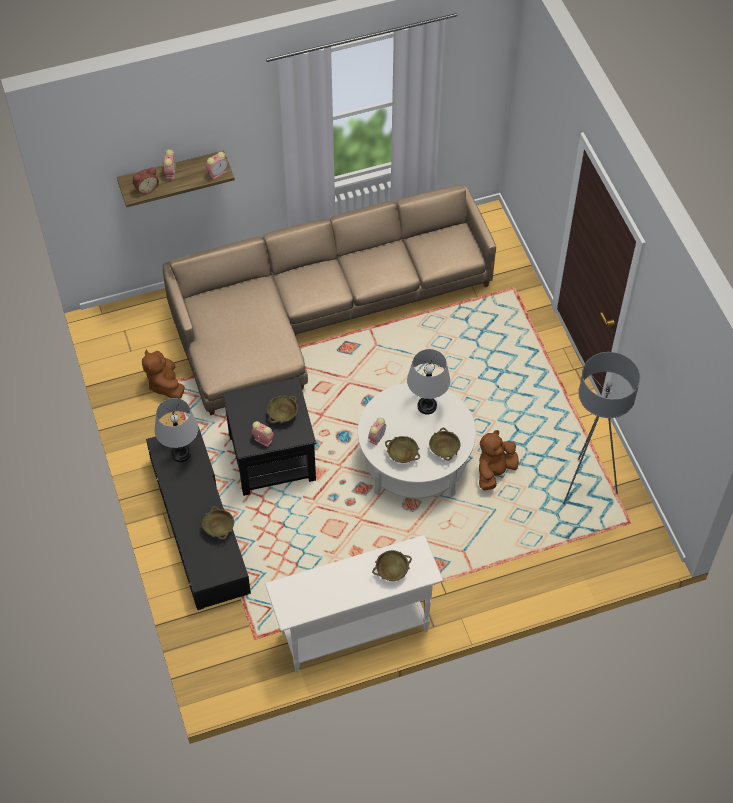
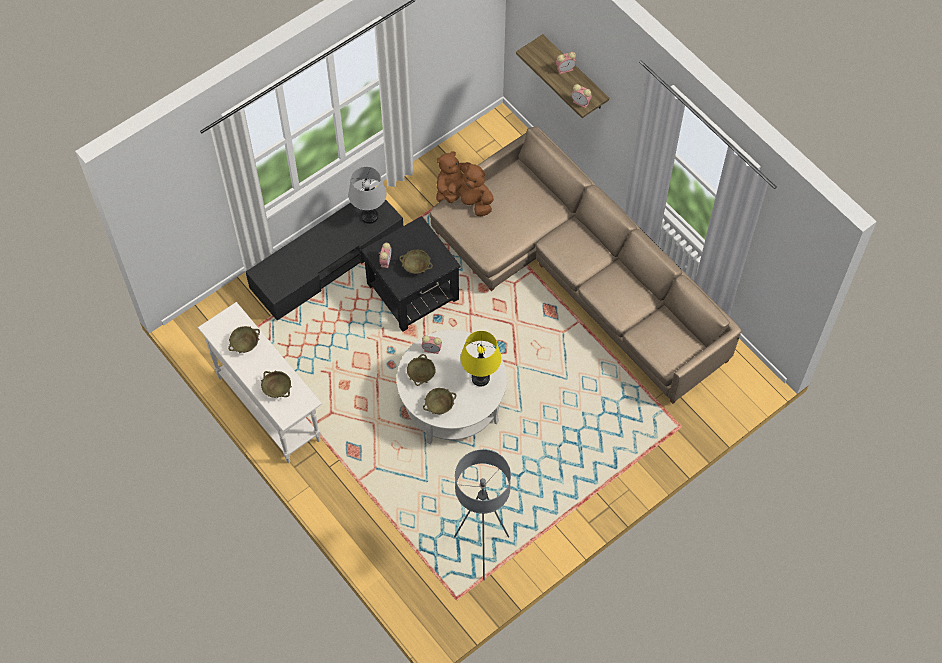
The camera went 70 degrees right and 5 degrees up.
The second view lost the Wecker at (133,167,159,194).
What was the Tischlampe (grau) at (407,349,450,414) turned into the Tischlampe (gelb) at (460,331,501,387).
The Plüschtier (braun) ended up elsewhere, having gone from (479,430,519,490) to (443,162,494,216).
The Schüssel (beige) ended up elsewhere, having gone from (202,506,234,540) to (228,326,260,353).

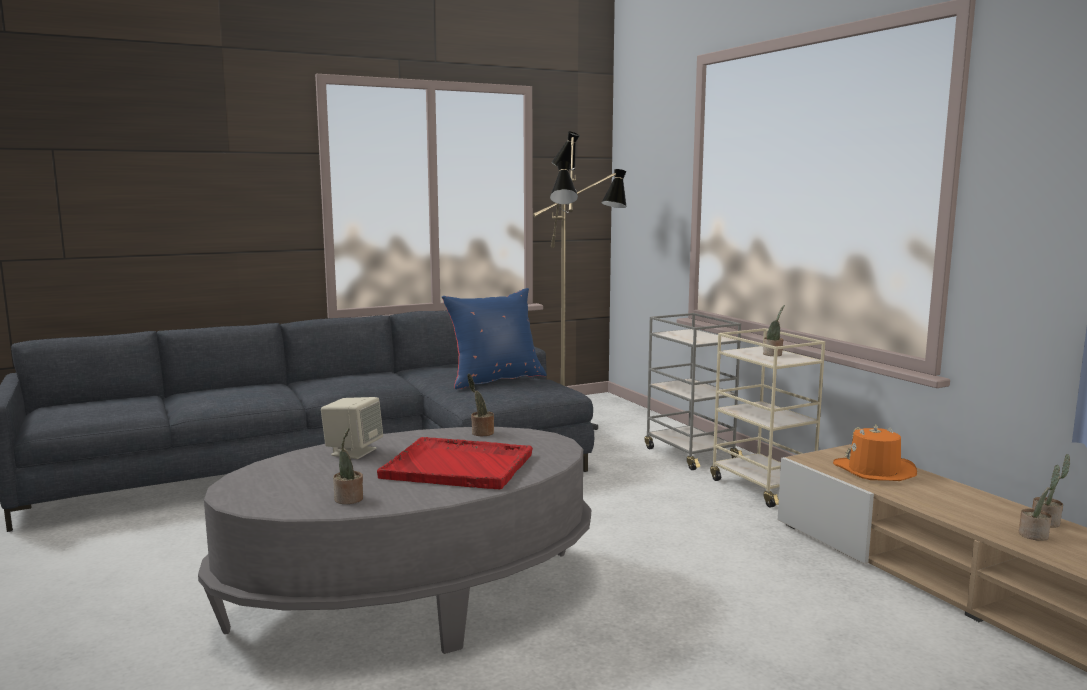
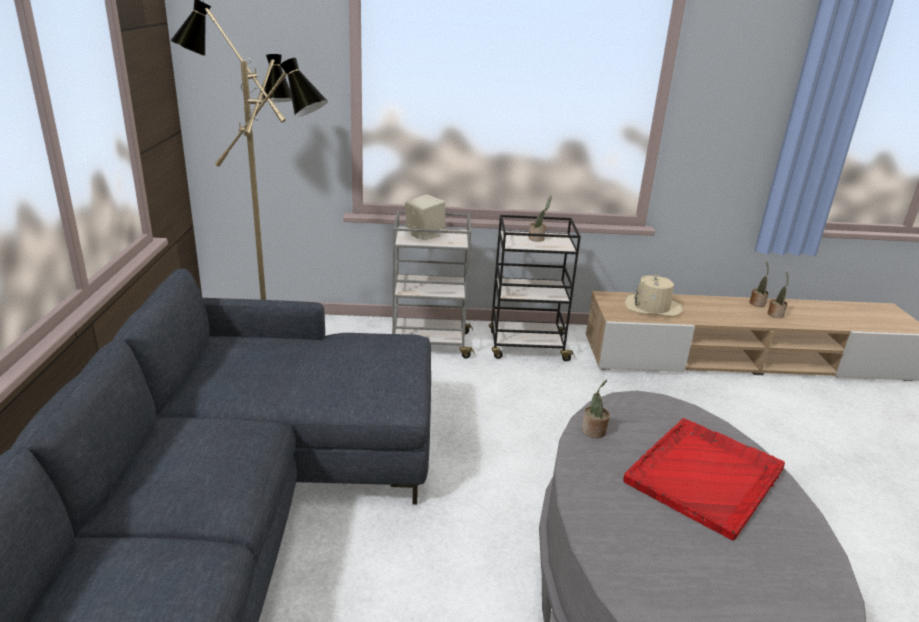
The camera went 65 degrees left and 15 degrees up.
The second view lost the Kissen (blau) at (442,288,547,389).
What was the Rollwagen (beige) at (710,328,825,508) turned into the Rollwagen (schwarz) at (489,215,581,361).
The Lautsprecher (beige) ended up elsewhere, having gone from (321,397,383,459) to (405,194,446,240).
What was the Hut (orange) at (833,425,917,481) turned into the Hut (beige) at (625,274,683,317).
The second view lost the Topfpflanze at (333,428,363,504).

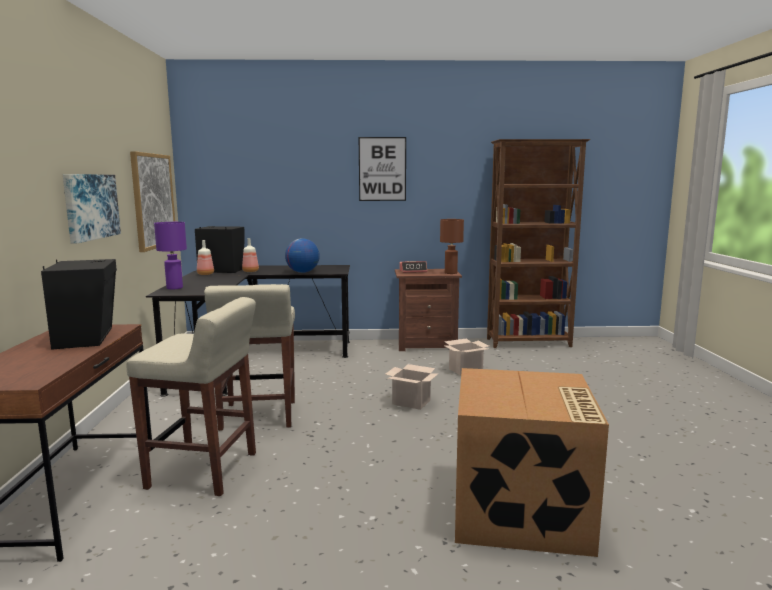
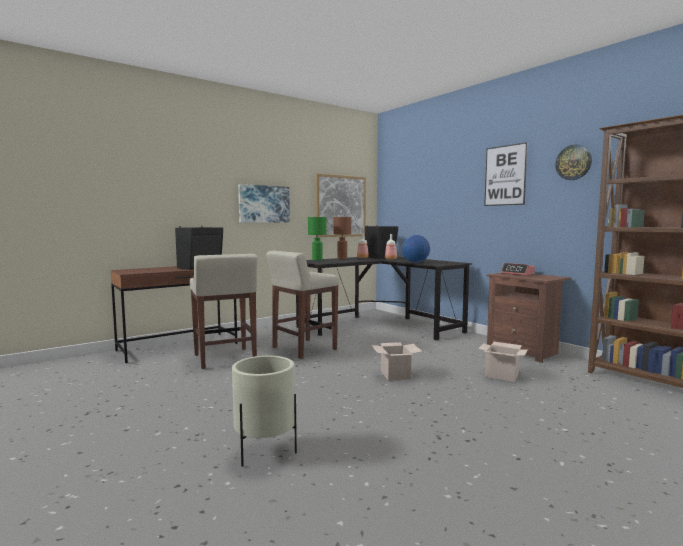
The camera went 55 degrees right and 5 degrees down.
The Tischlampe (braun) ended up elsewhere, having gone from (440,219,464,274) to (333,217,351,259).
What was the Tischlampe (lila) at (154,222,187,289) turned into the Tischlampe (grün) at (308,217,327,261).
Where the Karton stood at (455,368,609,557), the Pflanzkübel (beige) came to stand at (232,356,297,467).
The second view gained the Wanduhr at (555,144,592,180).

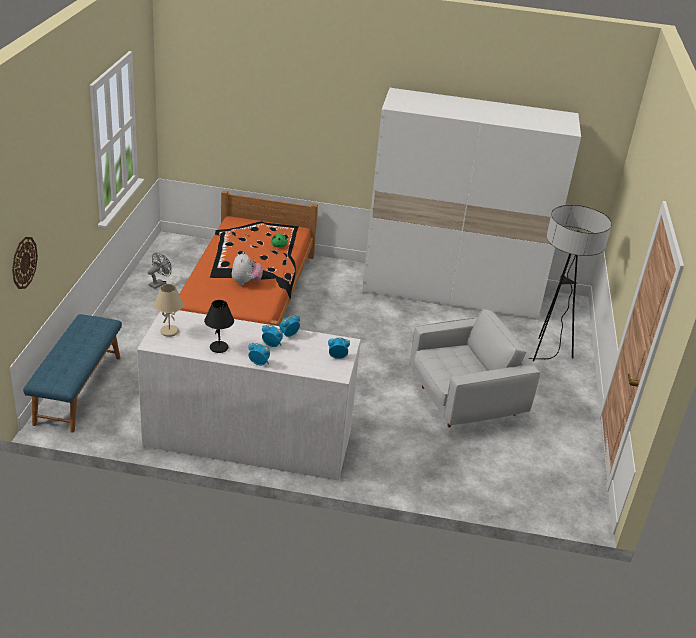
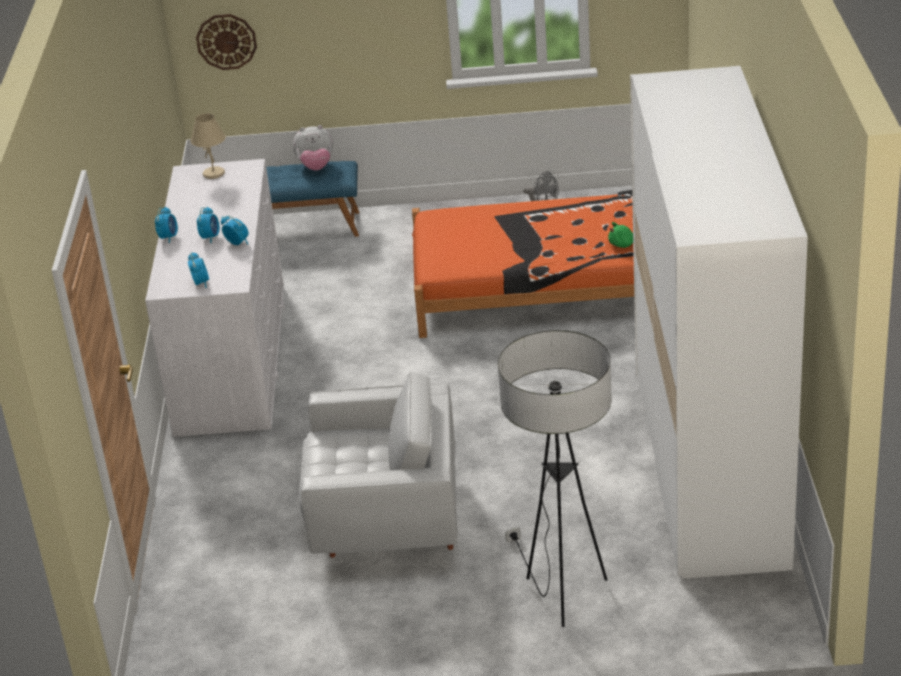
The camera went 85 degrees right and 0 degrees up.
The Plüschtier ended up elsewhere, having gone from (232,252,263,285) to (293,125,333,171).
The second view lost the Tischlampe (schwarz) at (204,300,234,353).
The Sessel (weiß) at (410,309,540,427) ended up facing another way, 60 degrees counterclockwise from before.

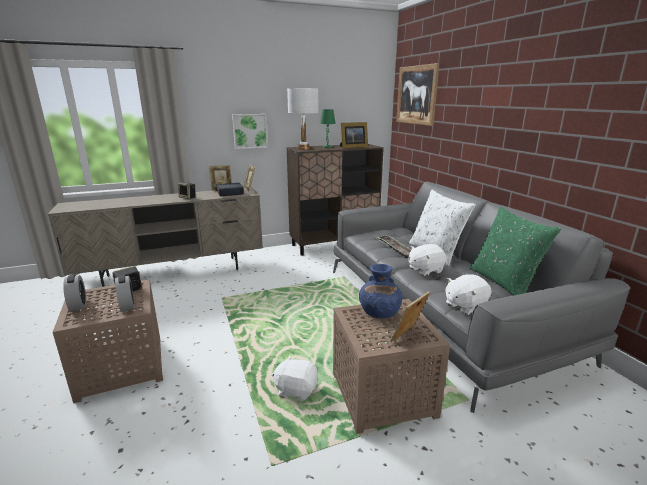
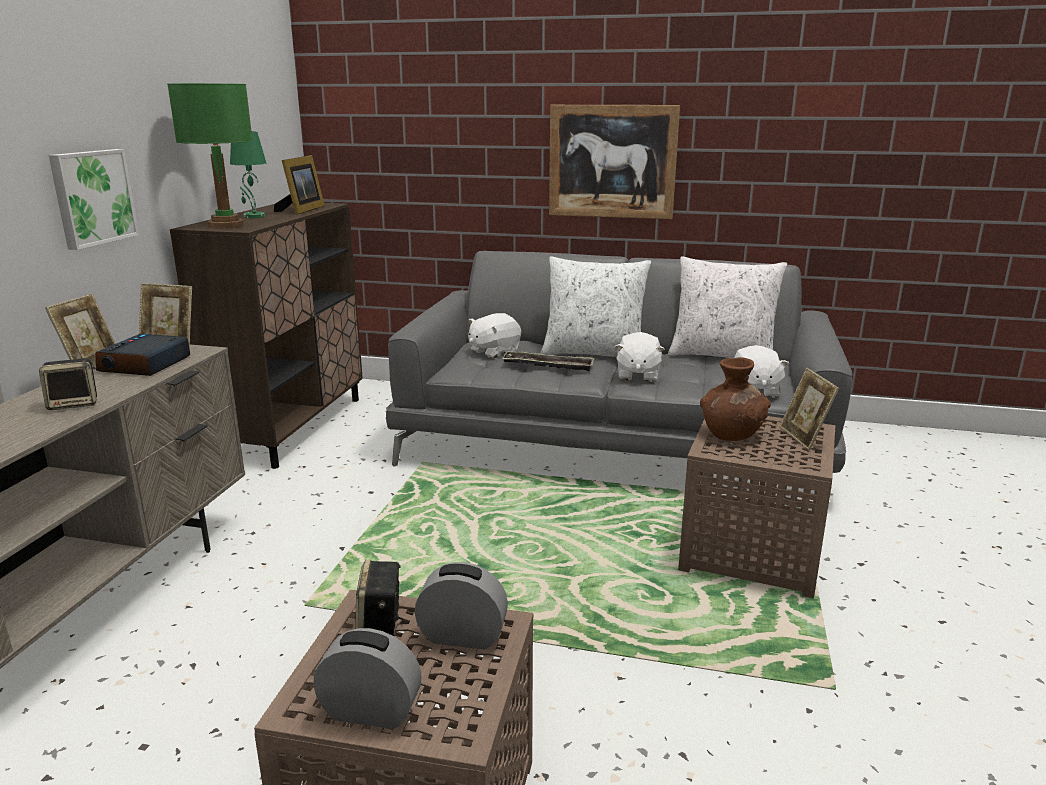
The camera went 55 degrees left and 0 degrees up.
The Bild ended up elsewhere, having gone from (396,63,440,126) to (549,105,680,219).
What was the Tischlampe (weiß) at (287,88,319,150) turned into the Tischlampe (grün) at (167,83,253,228).
What was the Kissen (grün) at (470,207,561,296) turned into the Kissen (weiß) at (668,256,787,358).
What was the Vase (blau) at (359,264,402,319) turned into the Vase (braun) at (700,357,771,441).
The Plüschtier (weiß) ended up elsewhere, having gone from (272,356,318,401) to (468,313,521,359).

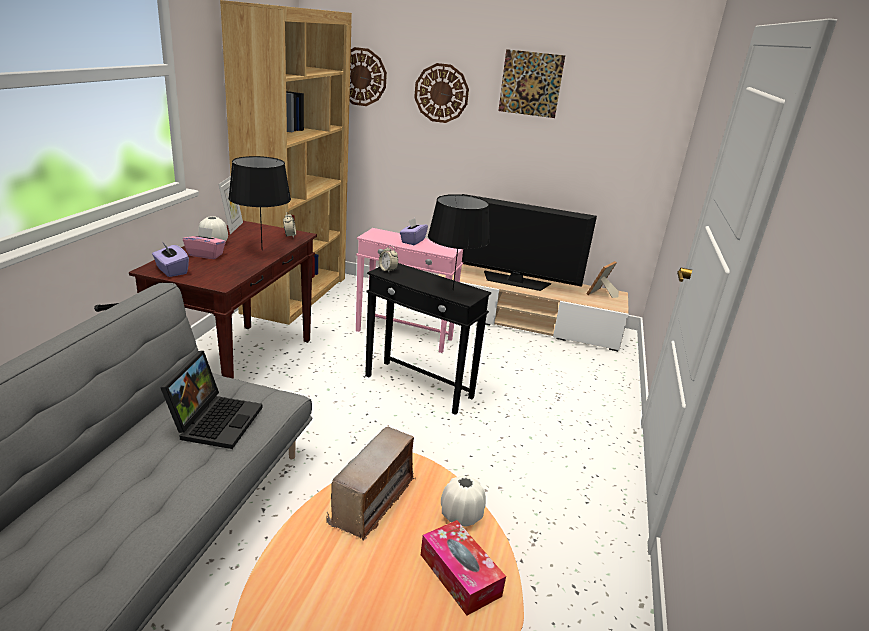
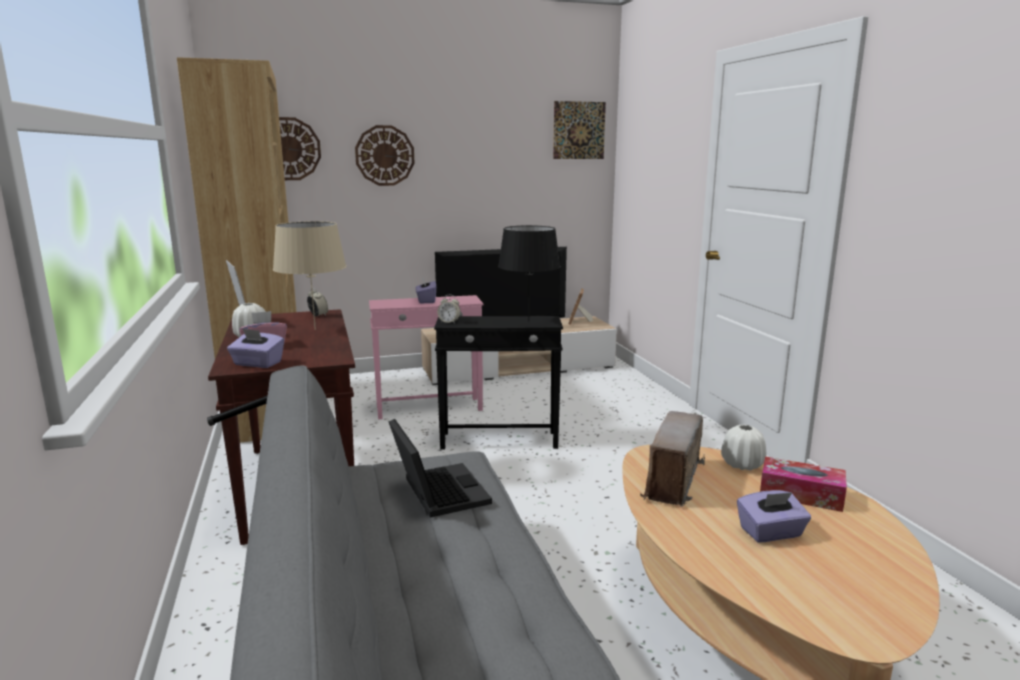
The camera went 30 degrees left and 10 degrees down.
The Bild ended up elsewhere, having gone from (498,49,565,118) to (553,101,606,159).
What was the Tischlampe (schwarz) at (228,156,291,246) turned into the Tischlampe (beige) at (273,221,346,330).
The Radio at (326,426,416,541) ended up facing another way, 150 degrees counterclockwise from before.
The second view gained the Taschentuchbox (lila) at (737,490,811,542).

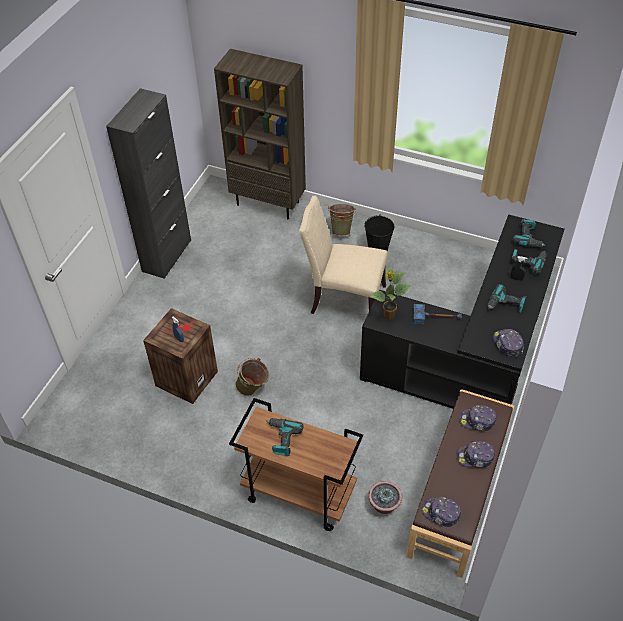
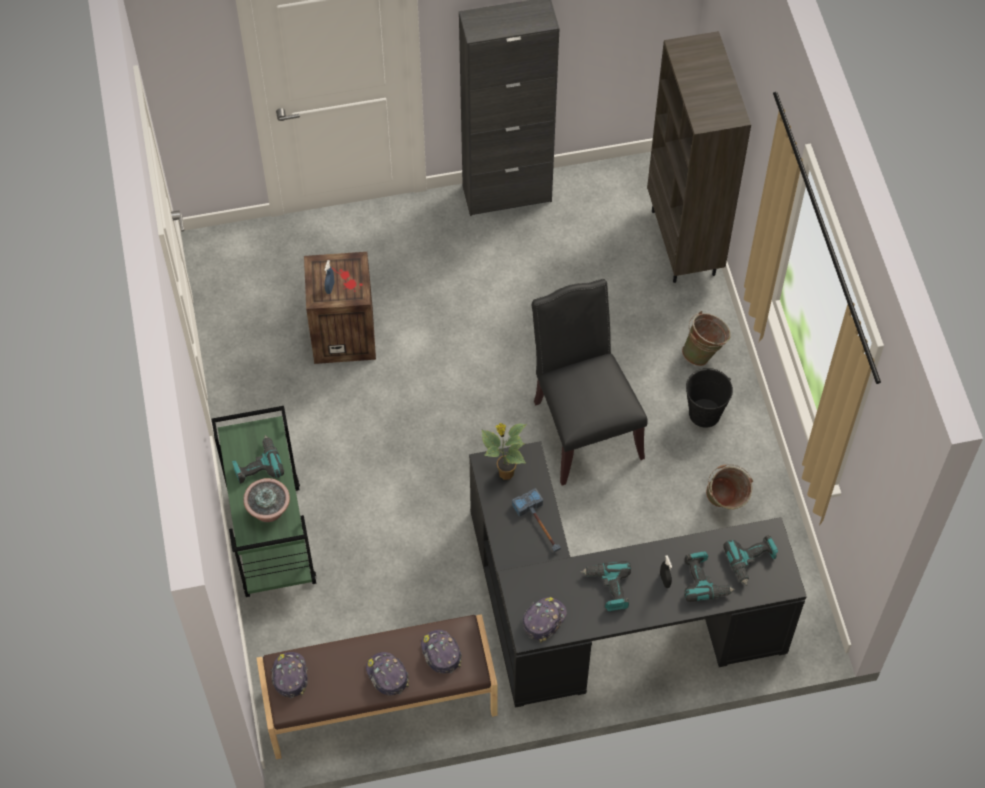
The camera went 55 degrees right and 10 degrees up.
What was the Stuhl (beige) at (299,195,387,314) turned into the Stuhl (schwarz) at (531,279,647,486).
The Eimer (grün) ended up elsewhere, having gone from (235,358,270,396) to (706,464,753,509).
What was the Rollwagen (braun) at (229,398,363,531) turned into the Rollwagen (grün) at (212,406,316,597).
The Topfpflanze ended up elsewhere, having gone from (368,481,402,514) to (243,478,290,522).

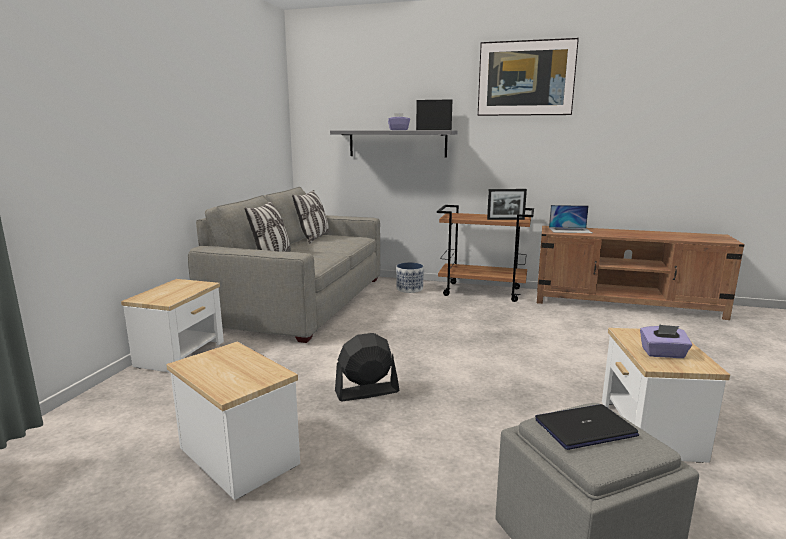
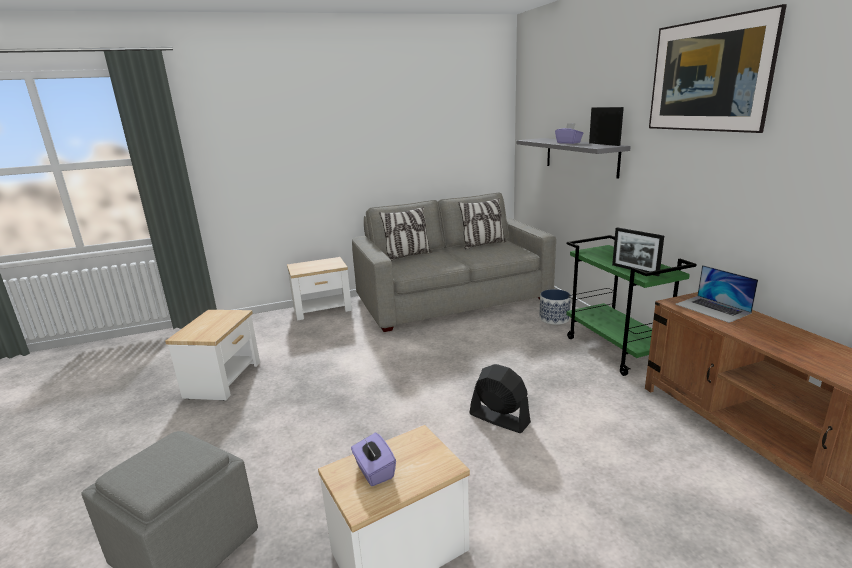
The camera went 55 degrees right and 5 degrees up.
What was the Rollwagen (braun) at (437,205,534,302) turned into the Rollwagen (grün) at (566,235,697,376).
The Ventilator (schwarz) ended up elsewhere, having gone from (335,333,399,401) to (469,364,531,433).
The second view lost the Laptop at (535,404,639,450).

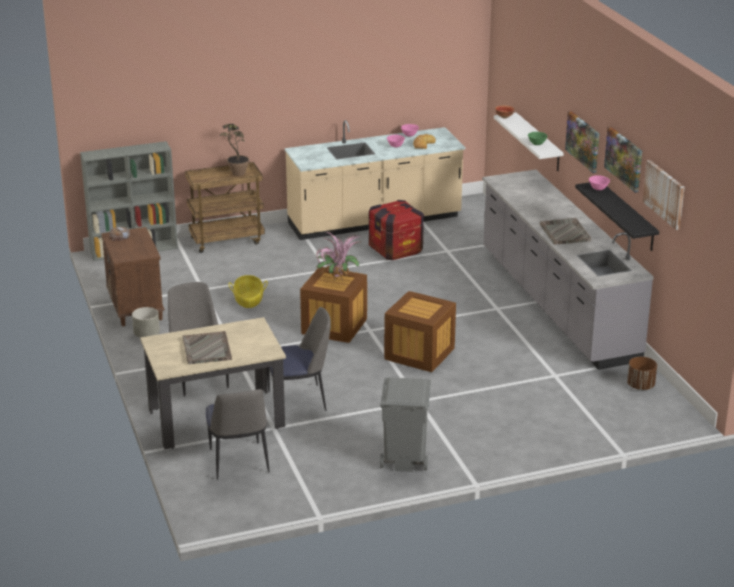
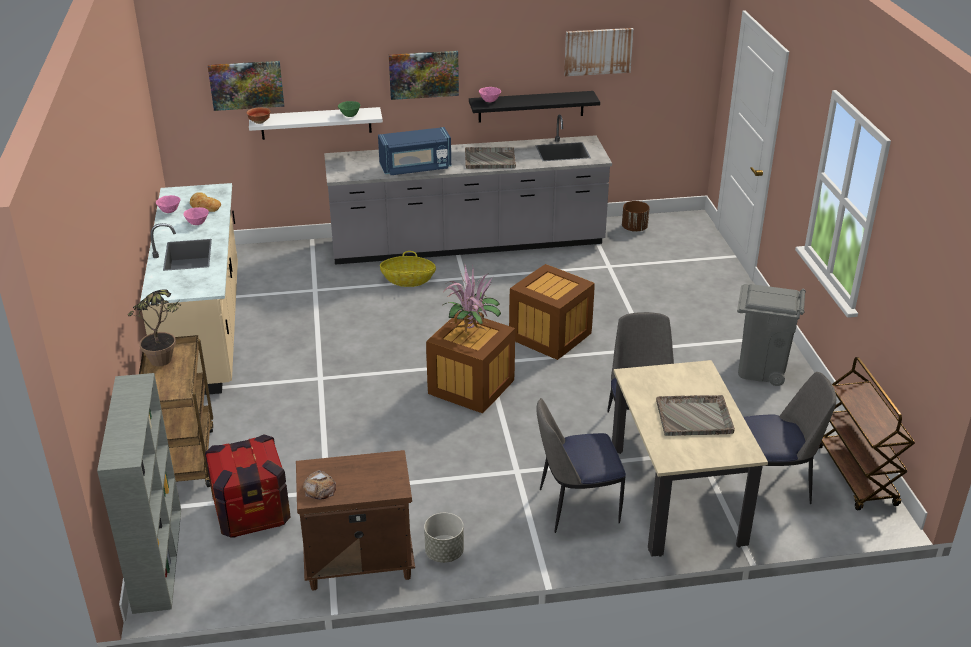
The camera went 80 degrees left and 5 degrees up.
The Bild ended up elsewhere, having gone from (604,127,642,193) to (208,61,284,111).
The Kiste ended up elsewhere, having gone from (369,200,424,260) to (205,434,291,537).
The Korb ended up elsewhere, having gone from (228,275,268,308) to (380,251,436,287).
The second view gained the Mikrowelle (blau) at (378,127,451,175).
The second view gained the Rollwagen (braun) at (819,357,915,510).

